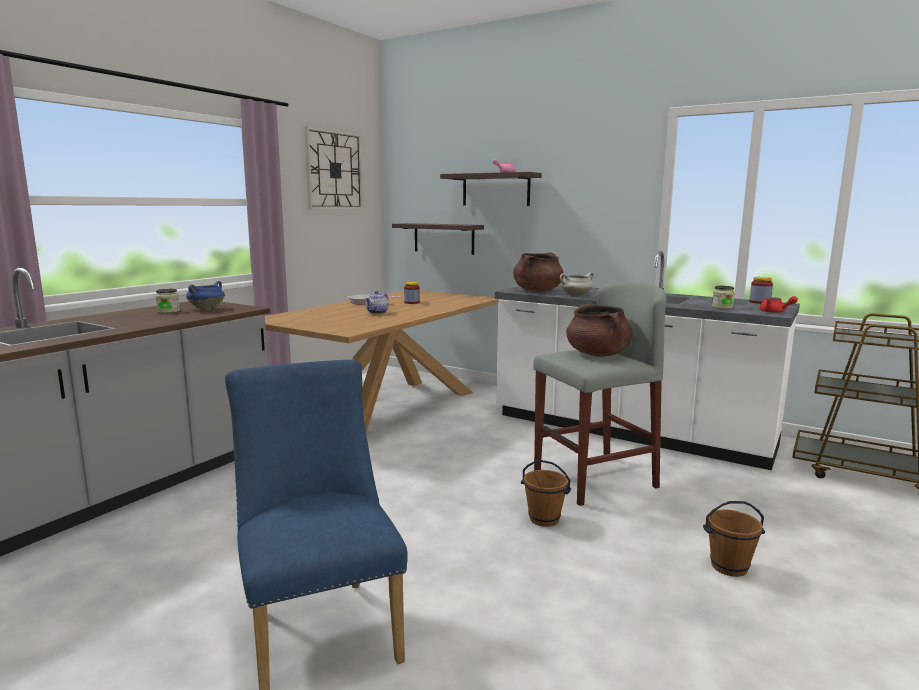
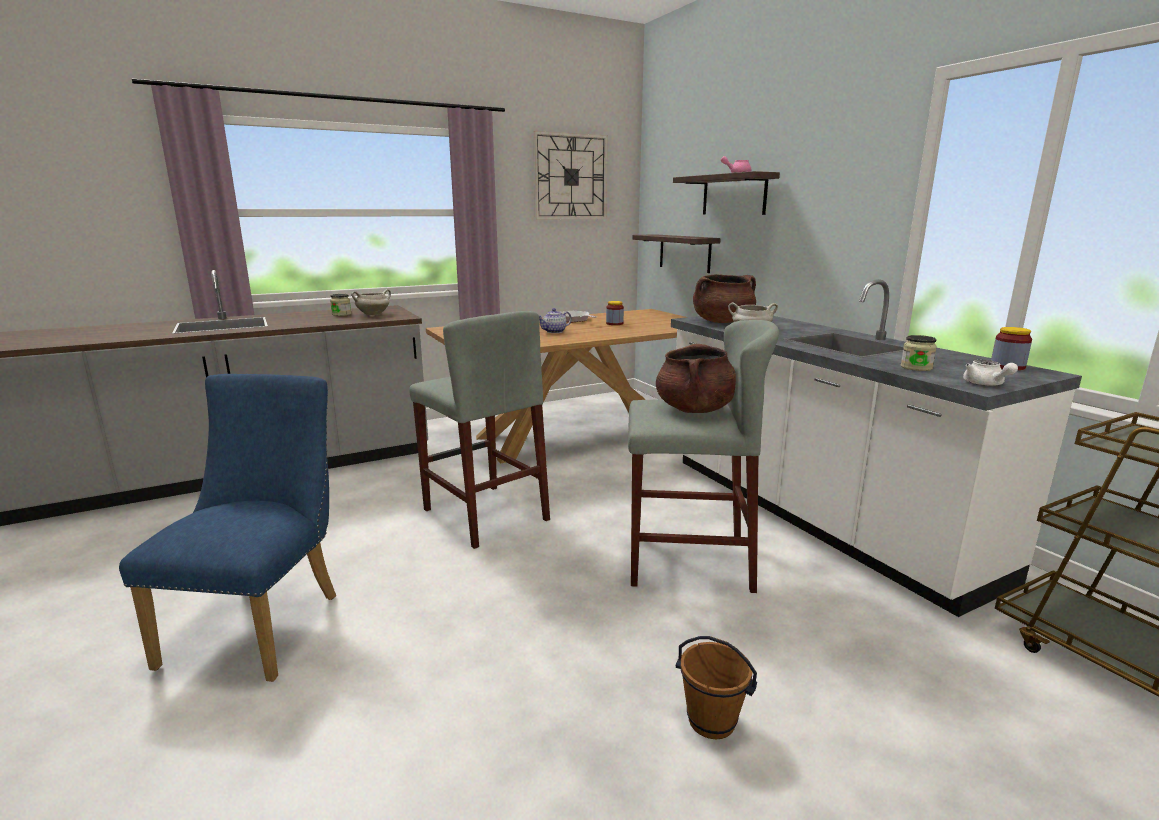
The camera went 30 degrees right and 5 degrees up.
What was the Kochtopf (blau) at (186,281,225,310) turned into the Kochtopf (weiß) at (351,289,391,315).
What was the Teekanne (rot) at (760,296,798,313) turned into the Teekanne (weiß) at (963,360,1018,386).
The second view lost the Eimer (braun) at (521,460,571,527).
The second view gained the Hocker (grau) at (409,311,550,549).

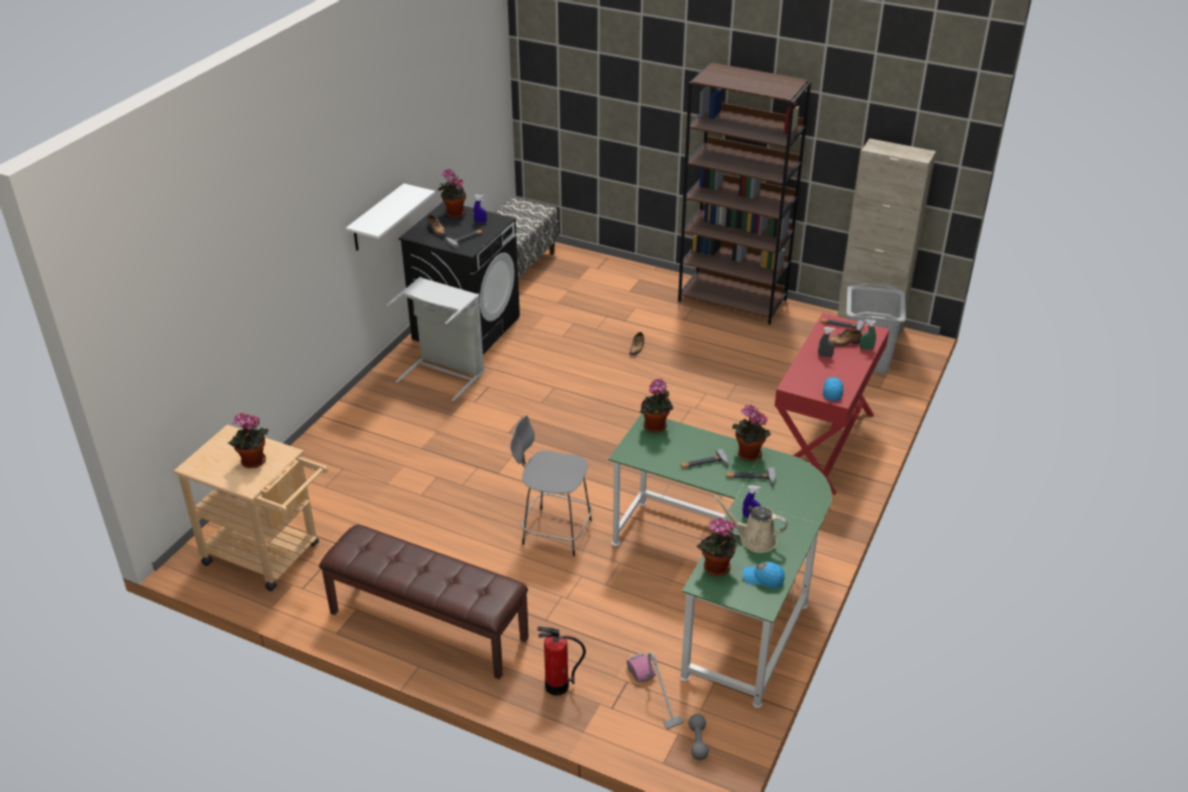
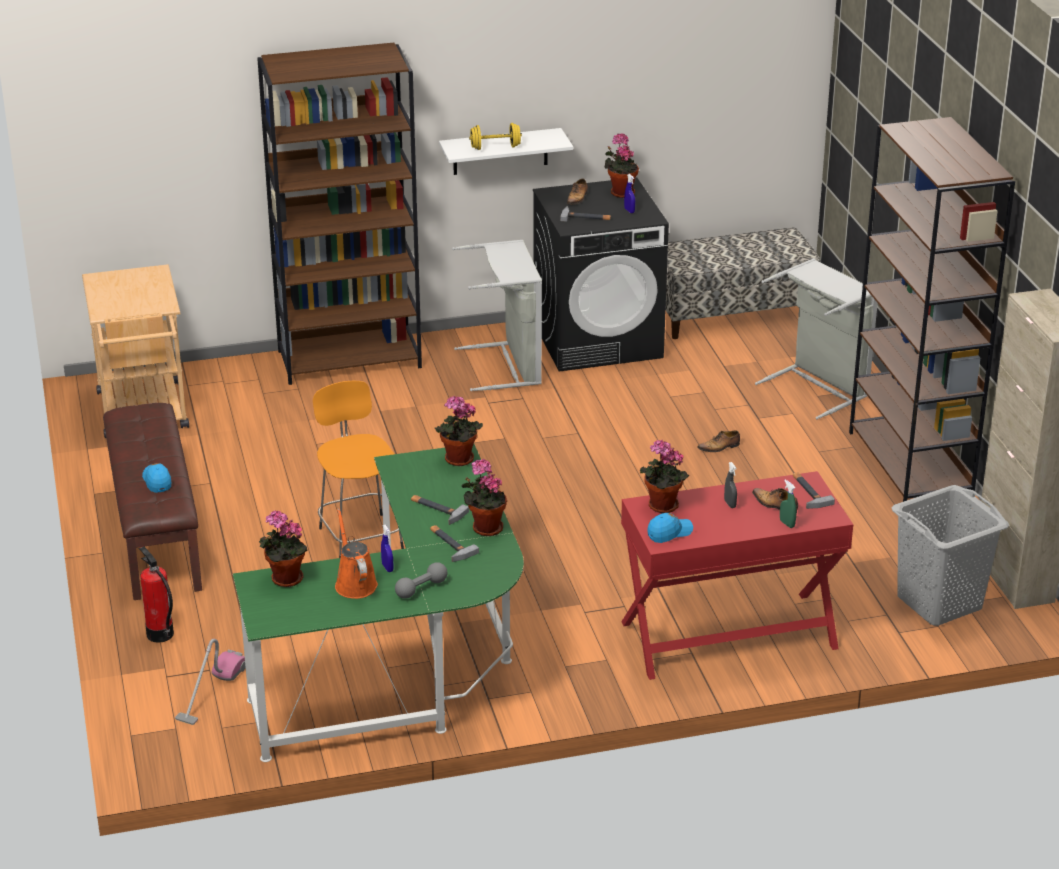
The camera went 50 degrees right and 5 degrees down.
The Topfpflanze ended up elsewhere, having gone from (228,413,268,468) to (640,440,689,513).
What was the Hocker (grau) at (510,415,592,556) turned into the Hocker (orange) at (313,381,404,558).
What was the Gießkanne (beige) at (713,495,788,553) turned into the Gießkanne (orange) at (335,508,378,599).
The Kappe (blau) ended up elsewhere, having gone from (743,562,785,588) to (142,463,171,493).
The Hantel (grau) ended up elsewhere, having gone from (689,714,709,760) to (395,562,447,599).
The second view gained the Bücherregal (braun) at (257,43,422,385).
The second view gained the Hantel (gelb) at (469,123,522,150).
The second view gained the Wäschekorb (grau) at (755,258,878,420).

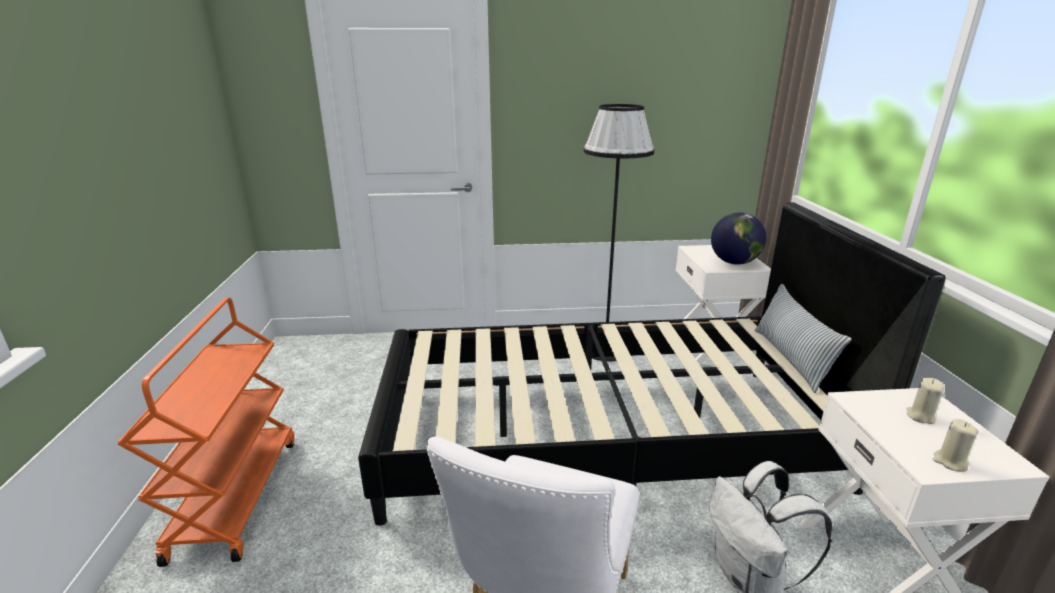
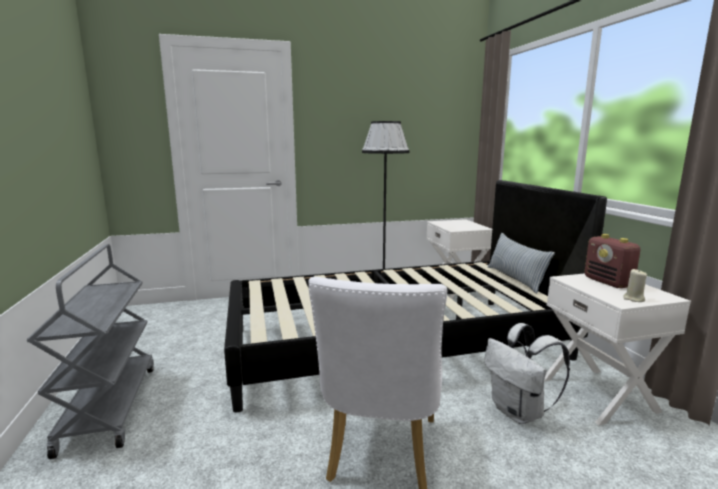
The camera went 10 degrees left and 10 degrees down.
The second view lost the Globus at (711,212,766,265).
What was the Rollwagen (orange) at (118,298,294,567) turned into the Rollwagen (grau) at (27,244,154,459).
Where the Kerze (beige) stood at (907,378,944,424), the Radio came to stand at (585,234,640,288).

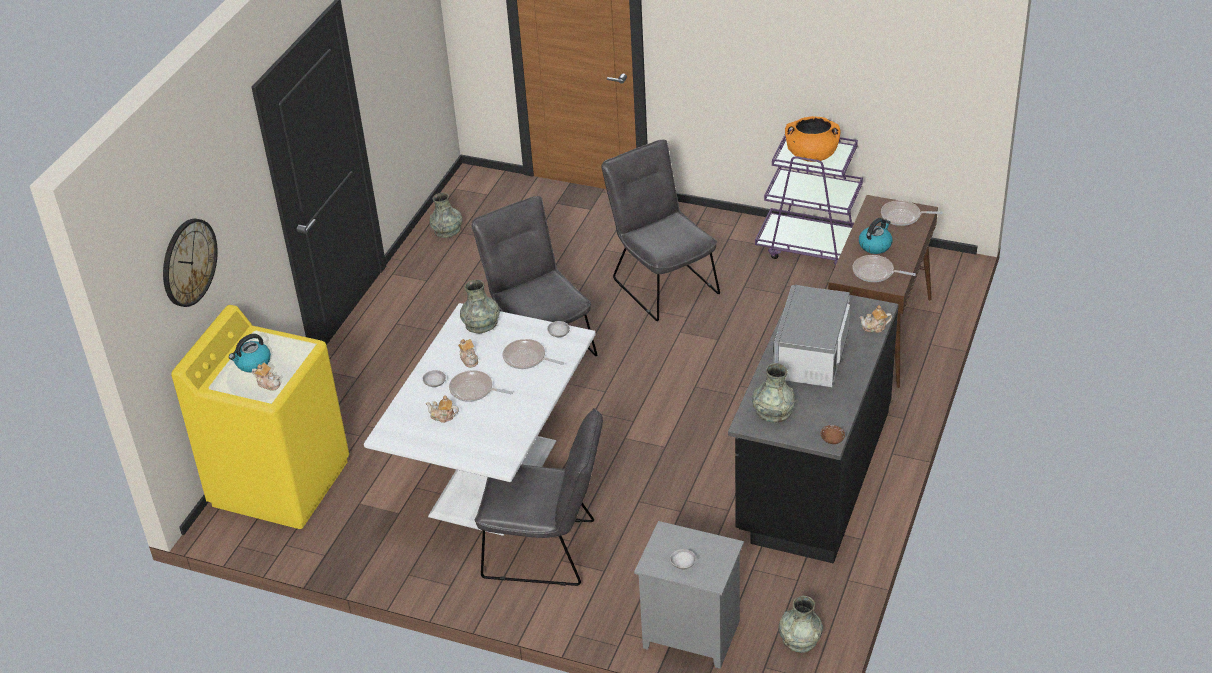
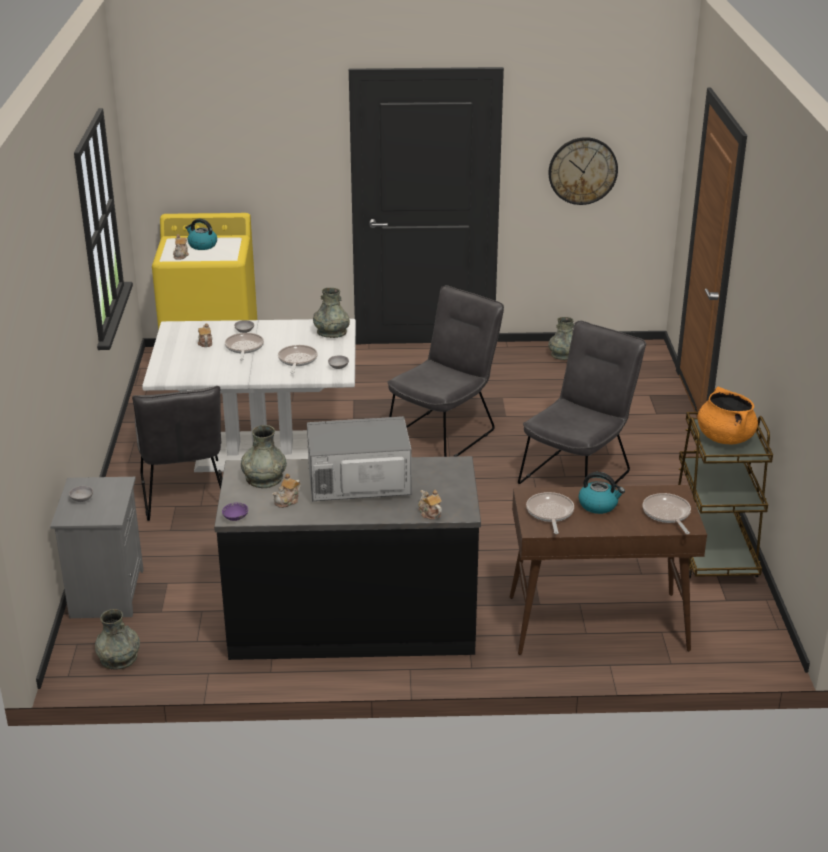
The camera went 65 degrees right and 10 degrees down.
What was the Rollwagen (lila) at (755,128,863,265) turned into the Rollwagen (braun) at (678,412,773,578).
The Wanduhr ended up elsewhere, having gone from (163,219,218,307) to (548,137,618,205).
The Teekanne ended up elsewhere, having gone from (458,339,478,368) to (273,474,301,508).
What was the Schüssel (braun) at (820,425,845,444) turned into the Schüssel (lila) at (222,503,248,521).

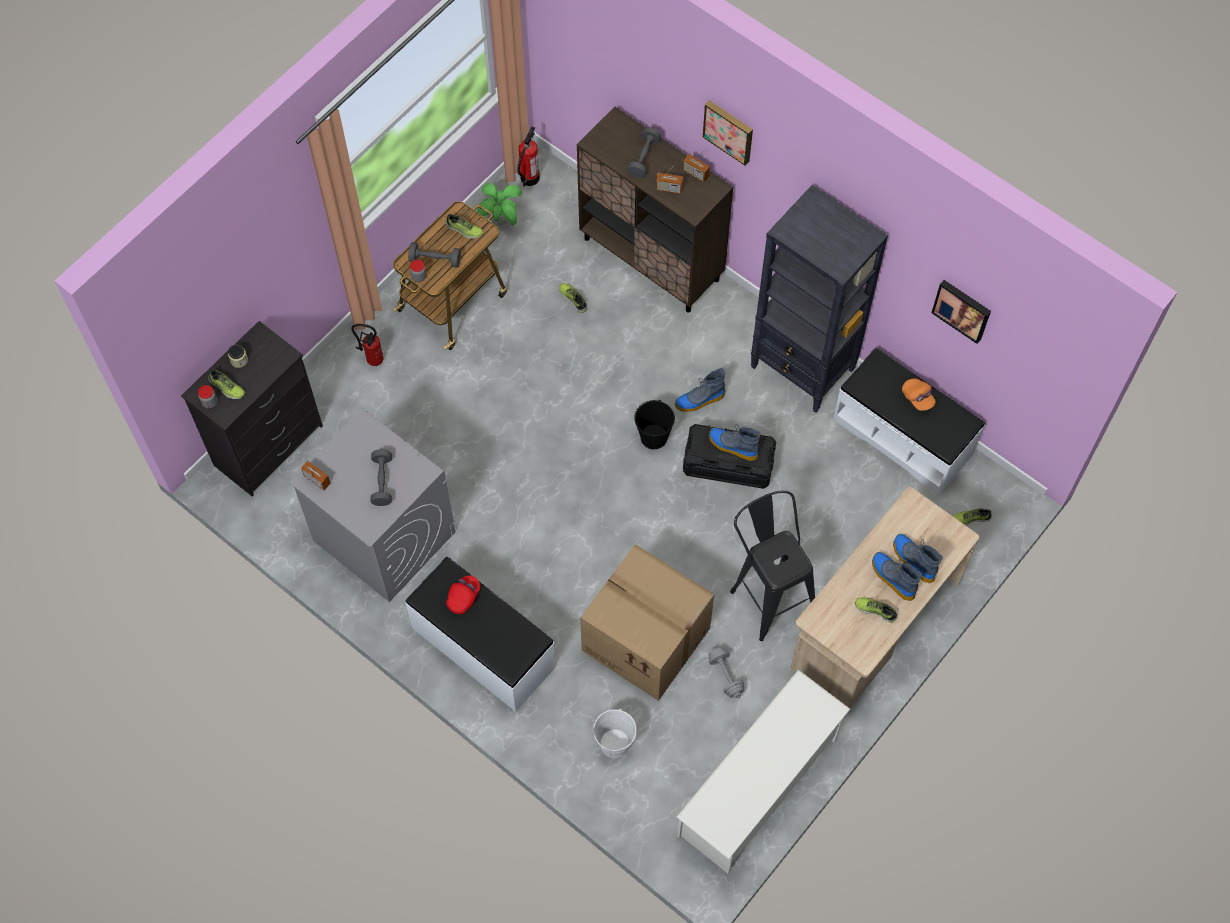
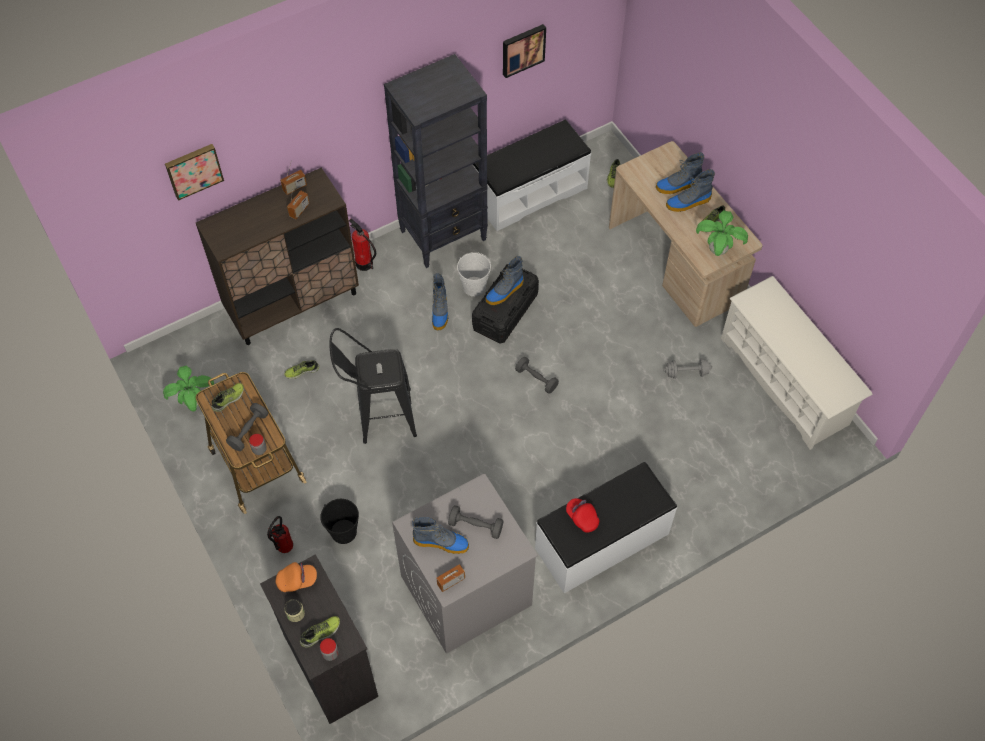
The camera went 70 degrees left and 5 degrees down.
The Bild ended up elsewhere, having gone from (703,100,753,166) to (165,144,224,201).
The Feuerlöscher ended up elsewhere, having gone from (518,126,540,187) to (348,219,376,271).
The Hantel (grau) ended up elsewhere, having gone from (627,127,661,178) to (515,357,559,394).
The Kappe (orange) ended up elsewhere, having gone from (902,379,936,411) to (275,562,317,592).
The Eimer (schwarz) ended up elsewhere, having gone from (634,400,675,449) to (320,499,359,544).
The Hocker (schwarz) ended up elsewhere, having gone from (730,491,815,641) to (329,328,417,444).
The second view lost the Karton at (580,544,714,701).
The Eimer (weiß) ended up elsewhere, having gone from (593,709,637,758) to (457,252,491,297).
The second view gained the Topfpflanze at (696,210,748,256).
The second view gained the Stiefel at (412,517,469,554).

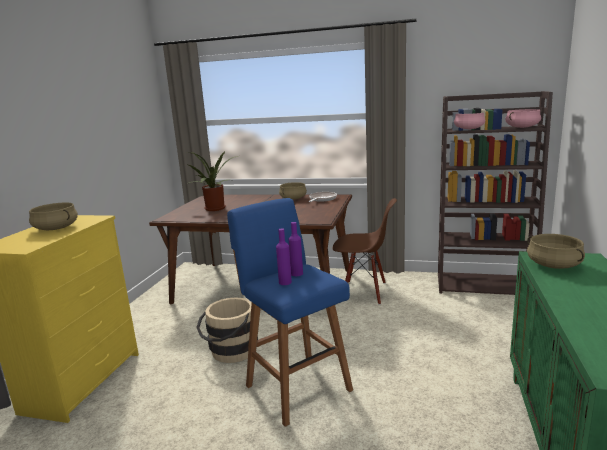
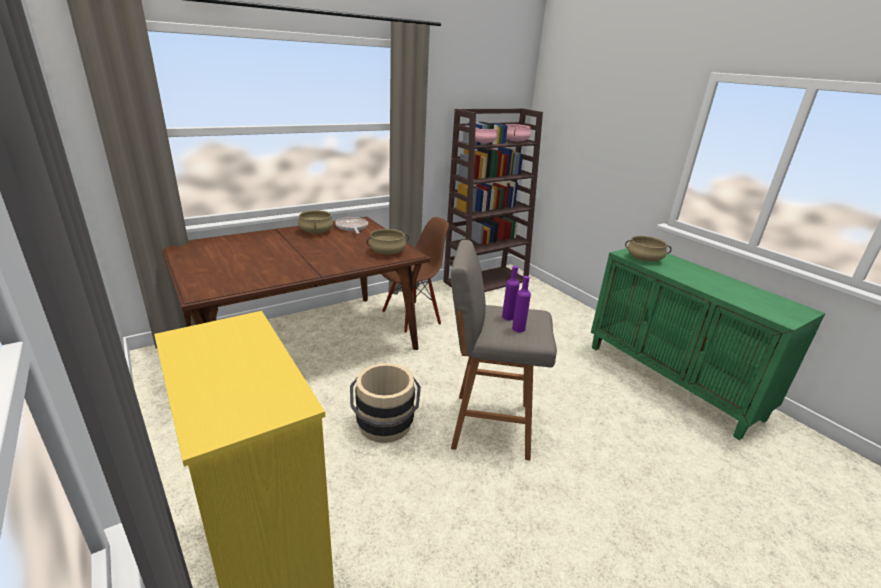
The camera went 50 degrees left and 10 degrees up.
The second view lost the Topfpflanze at (187,151,238,211).
What was the Hocker (blau) at (227,198,353,427) turned into the Hocker (grau) at (451,240,557,460).
The Kochtopf (beige) ended up elsewhere, having gone from (29,202,78,230) to (366,229,409,255).

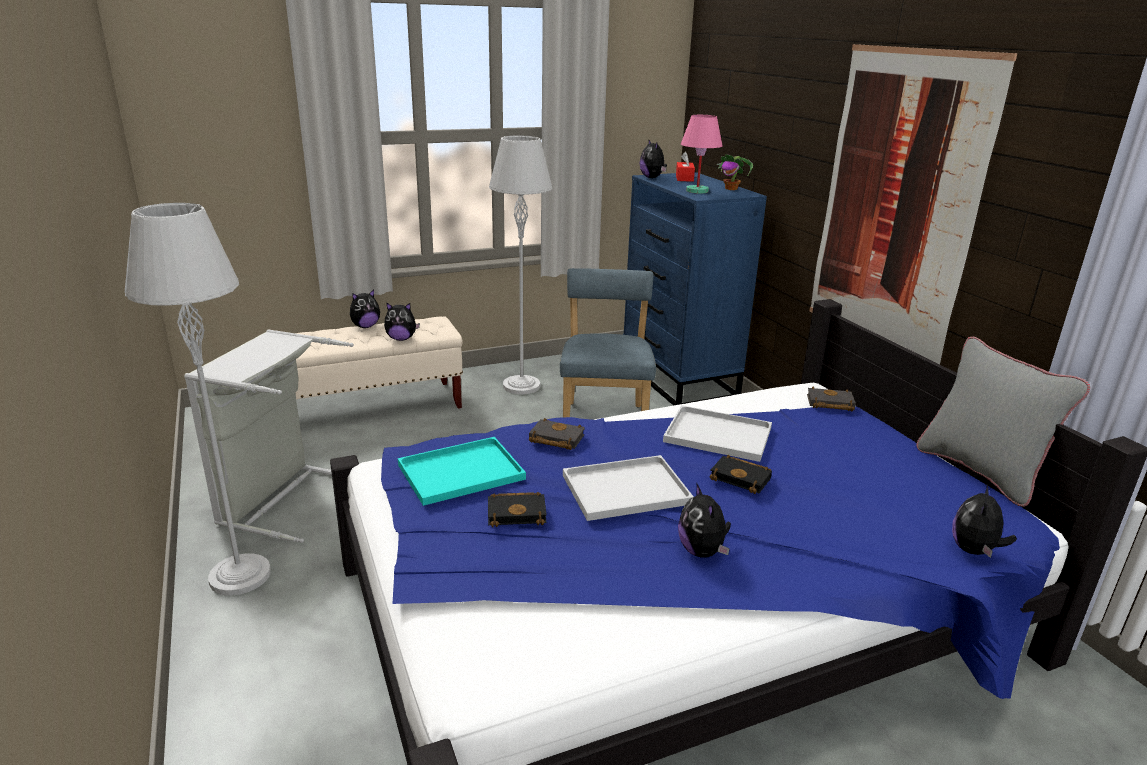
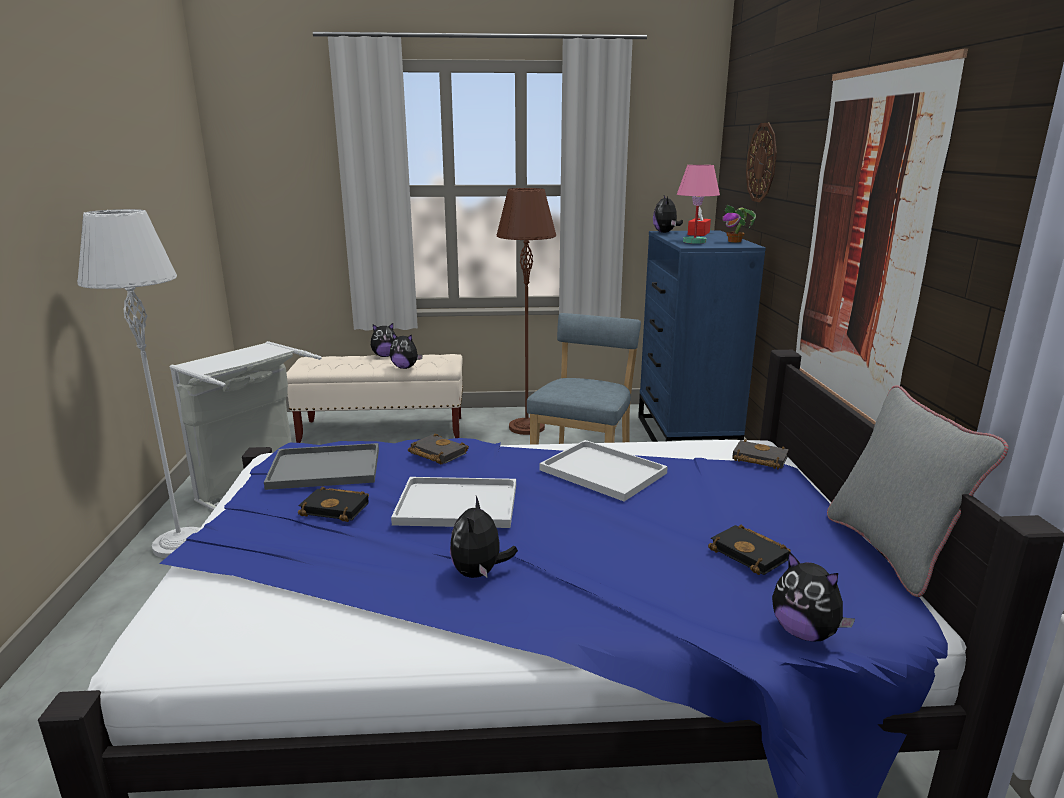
The camera went 20 degrees right and 5 degrees down.
What was the Stehlampe (grau) at (489,135,552,394) turned into the Stehlampe (braun) at (497,188,556,435).
What was the Tablett (türkis) at (398,437,526,506) turned into the Tablett (grau) at (264,443,379,490).
The Buch (schwarz) ended up elsewhere, having gone from (710,455,772,494) to (708,525,791,575).
The Plüschtier at (952,484,1017,558) ended up facing another way, 90 degrees counterclockwise from before.
The second view gained the Wanduhr at (746,123,777,202).

